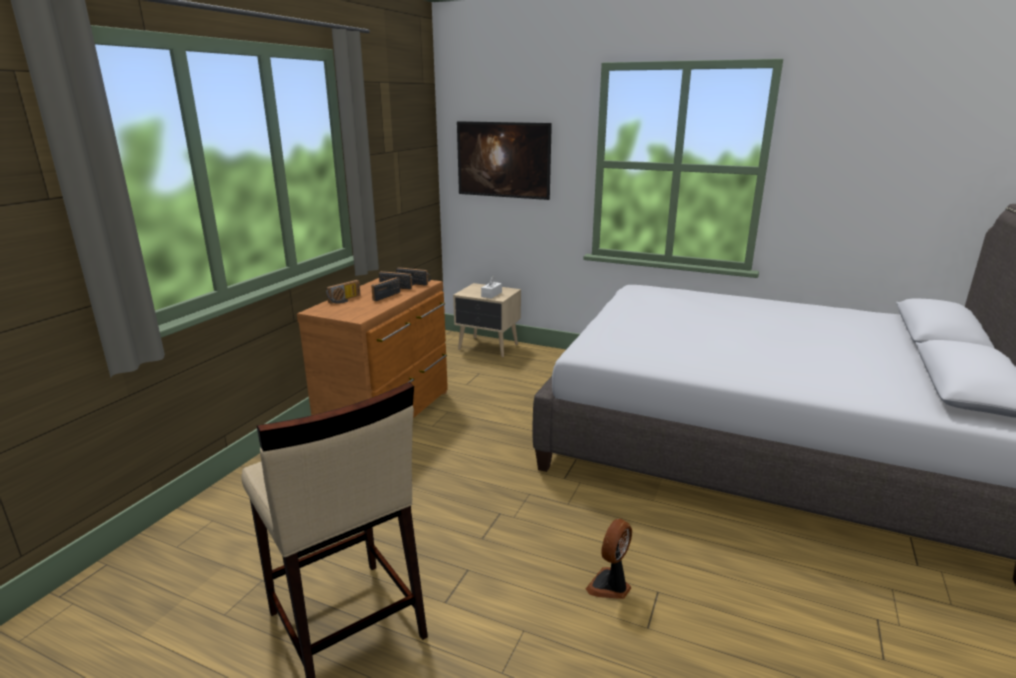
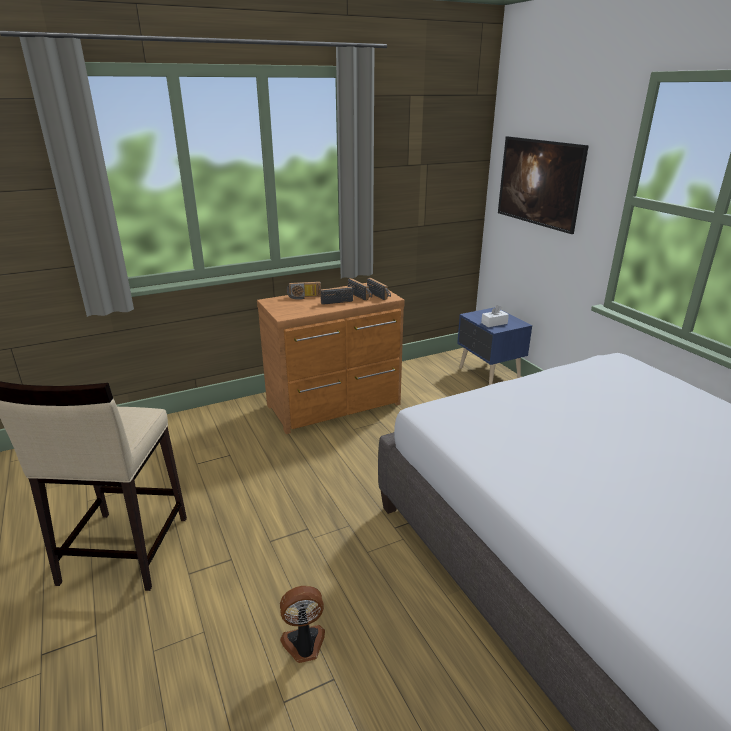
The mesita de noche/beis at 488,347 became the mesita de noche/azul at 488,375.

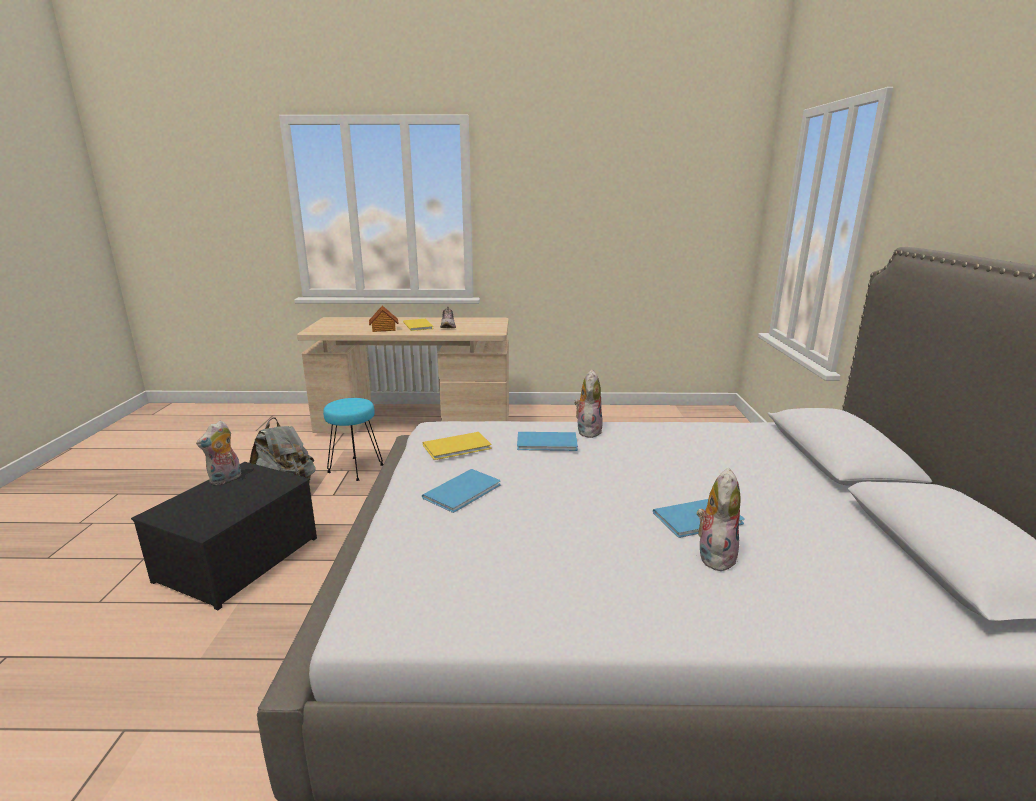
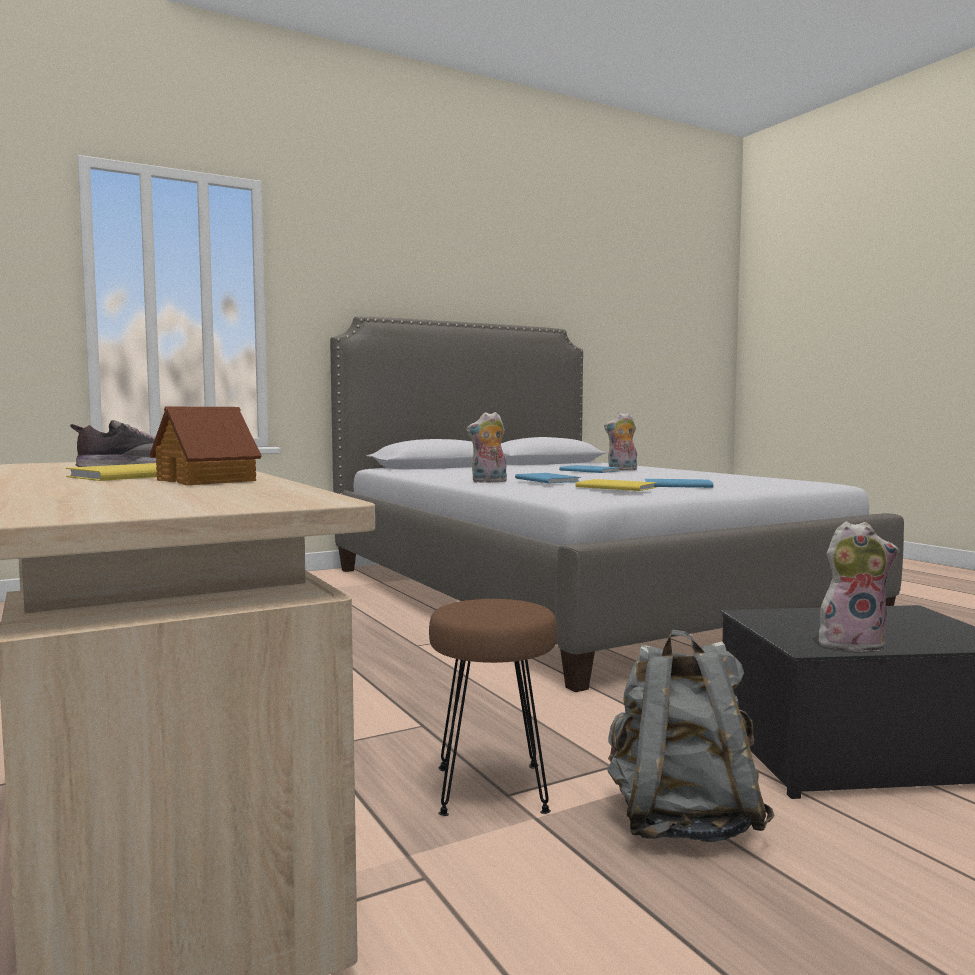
The taburete/turquesa at 355,469 became the taburete/marrón at 493,789.

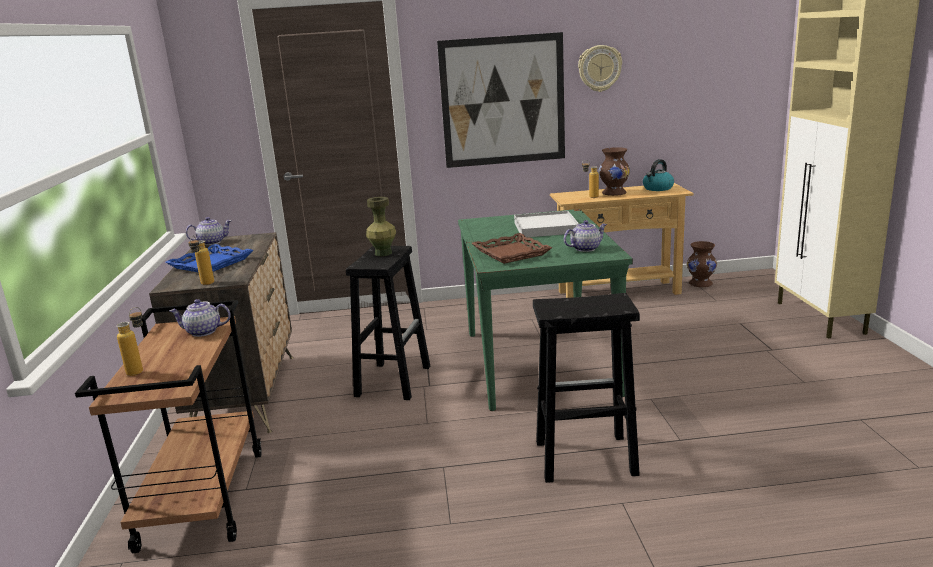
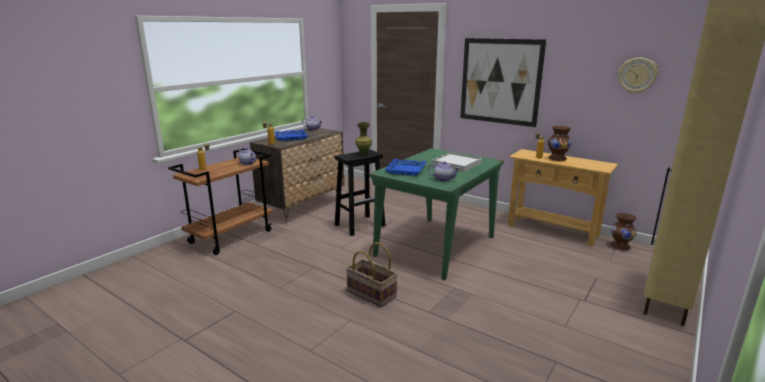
The hervidor at 657,188 disappeared.
The reloj de pared moved from 599,68 to 637,75.
The taburete/negro at 583,458 was replaced by the cesta at 370,294.
The bandeja/marrón at 512,253 became the bandeja/azul at 406,170.

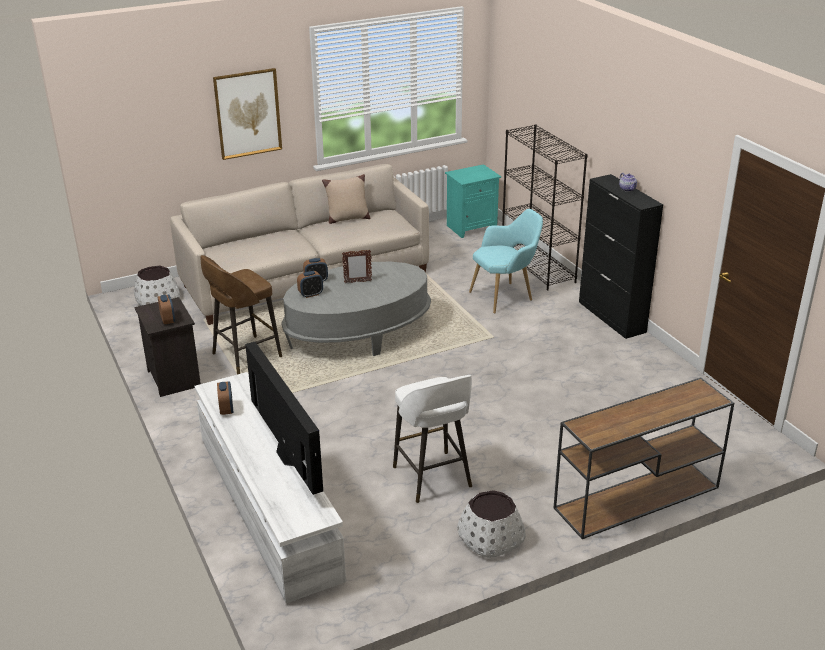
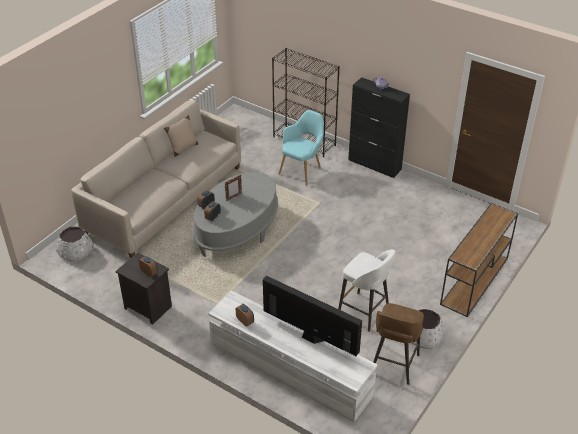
The cuadro at 248,113 disappeared.
The mesita de noche/turquesa at 471,227 disappeared.
The taburete/marrón moved from 245,356 to 393,365.

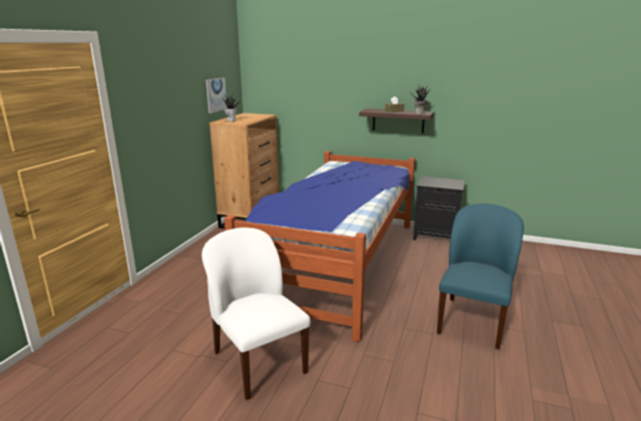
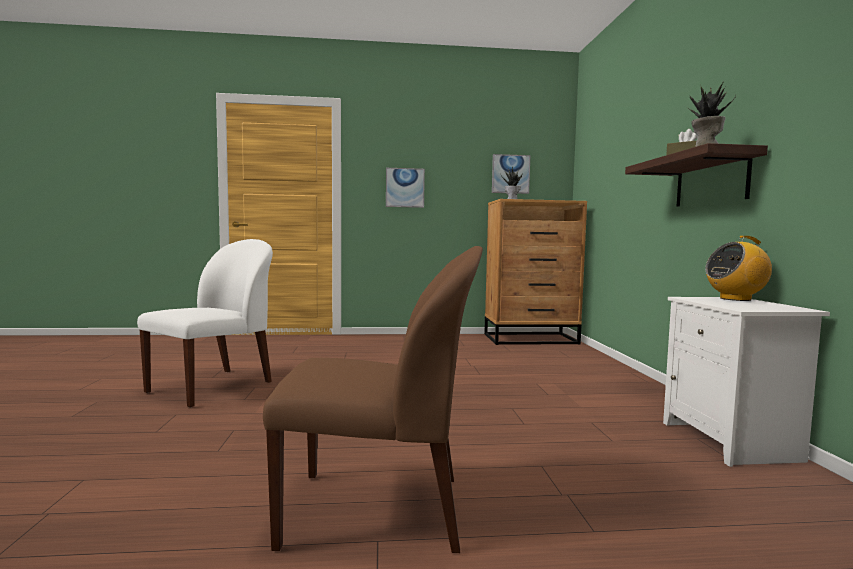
The cama at 336,262 disappeared.
The cuadro at 405,187 appeared.
The radio at 735,299 appeared.
The mesita de noche/negro at 436,236 became the mesita de noche/blanco at 732,442.
The silla/azul at 472,321 became the silla/marrón at 379,510.

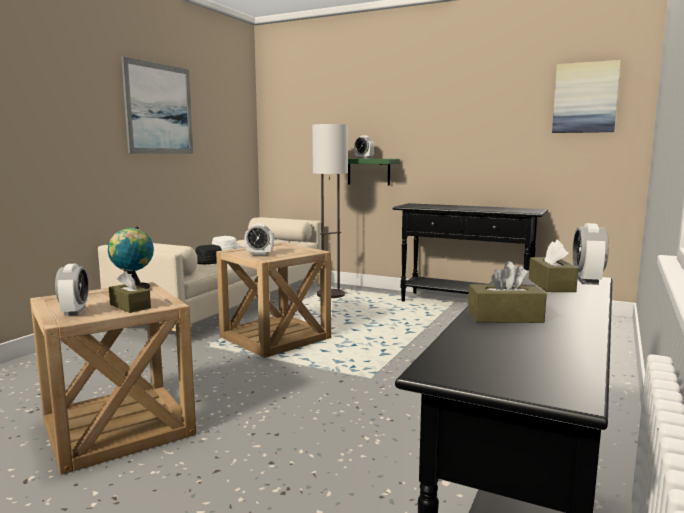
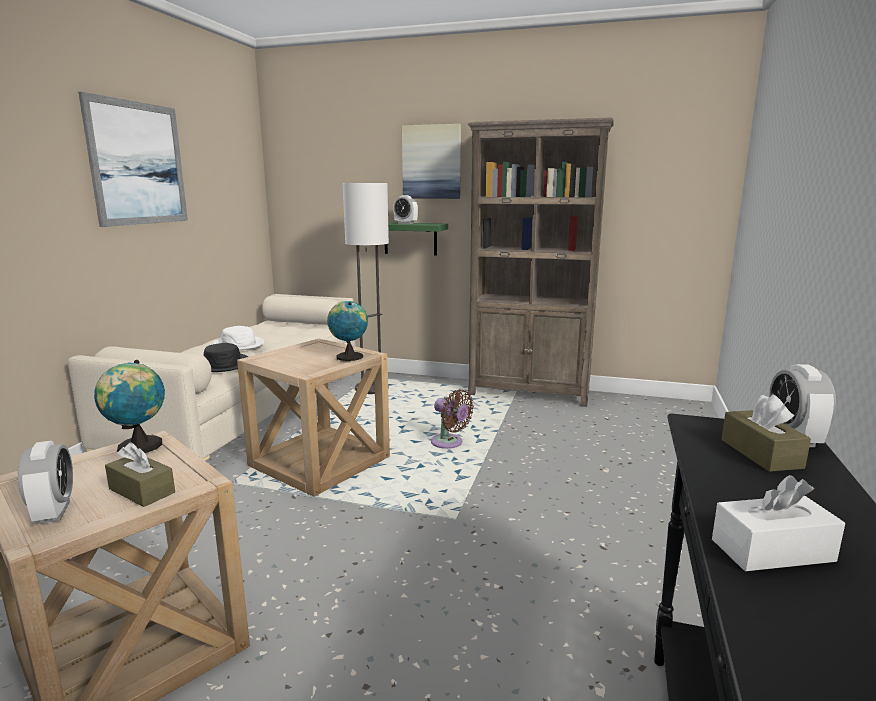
The despertador at 259,254 disappeared.
The globo terráqueo at 348,356 appeared.
The ventilador/marrón at 449,443 appeared.
The cuadro moved from 585,98 to 431,162.
The mesa consola/negro at 465,304 was replaced by the estantería/marrón at 530,393.
The caja de pañuelos/marrón at 504,317 became the caja de pañuelos/blanco at 772,550.

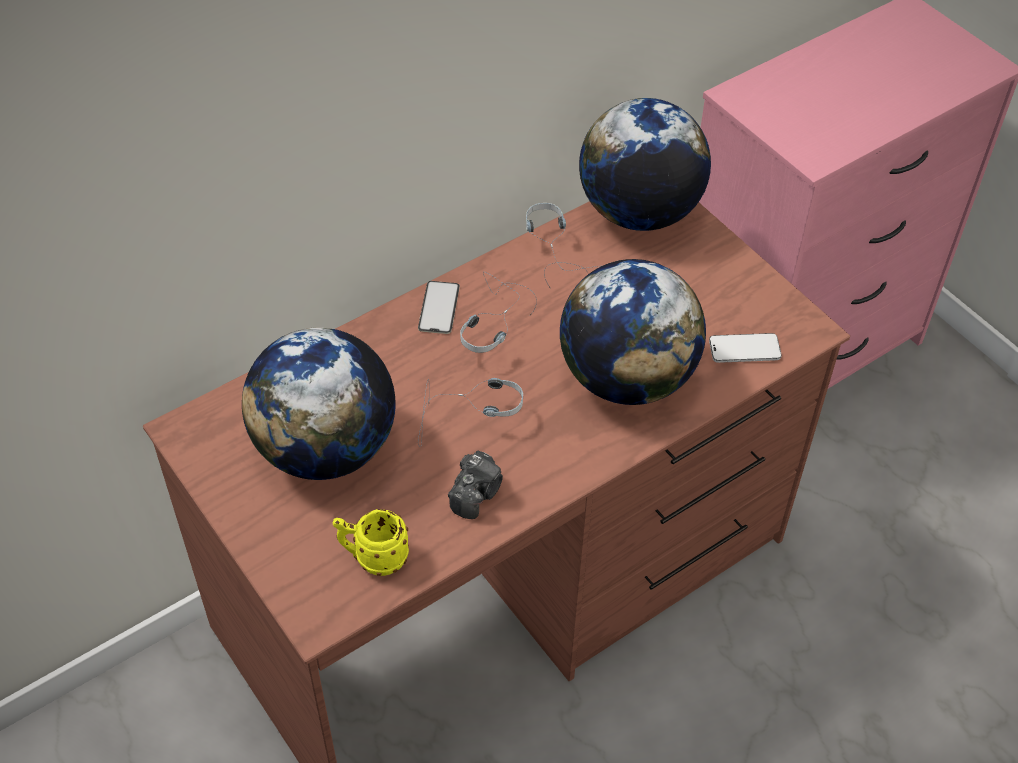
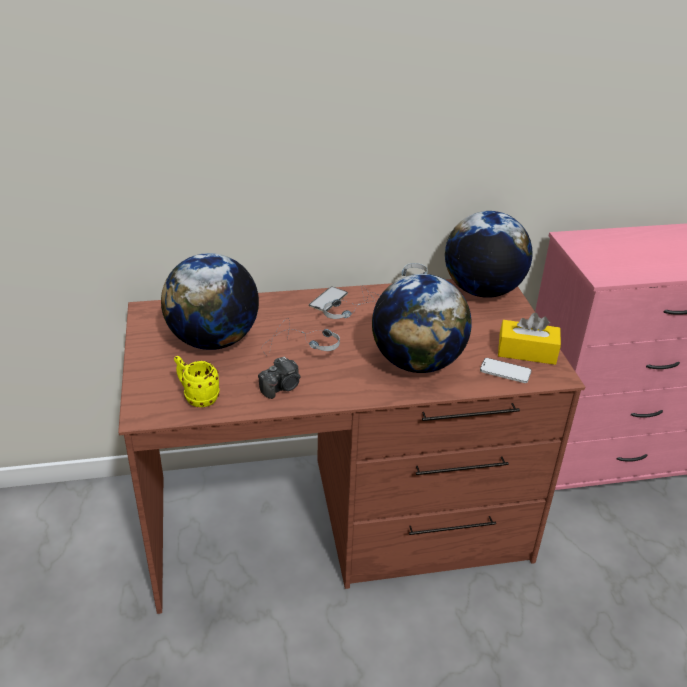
The caja de pañuelos/amarillo at 527,352 appeared.

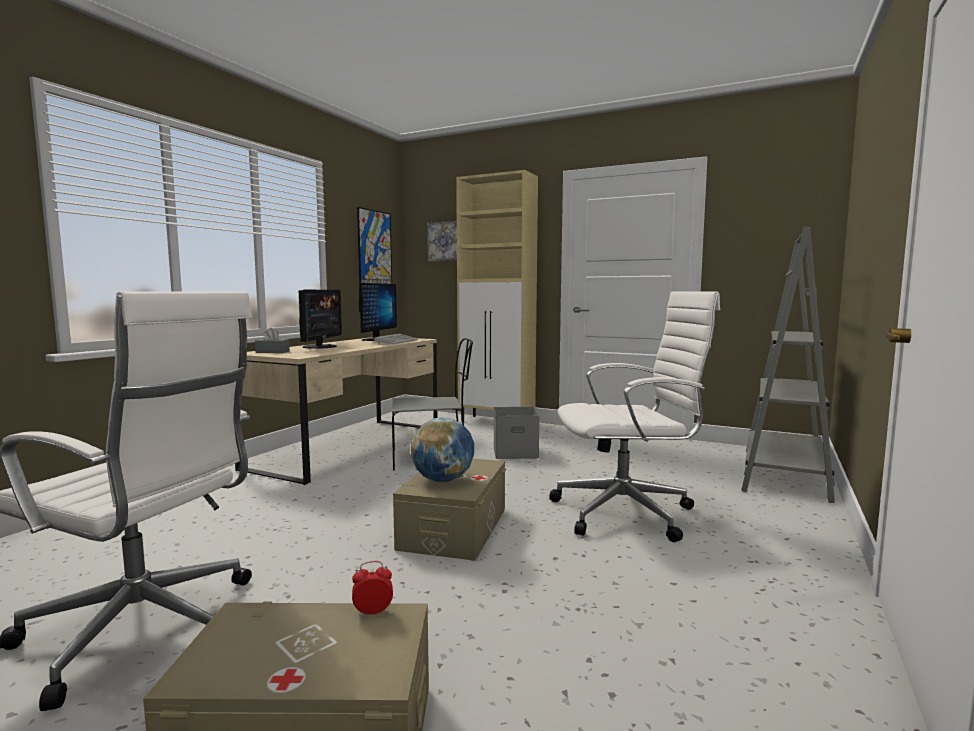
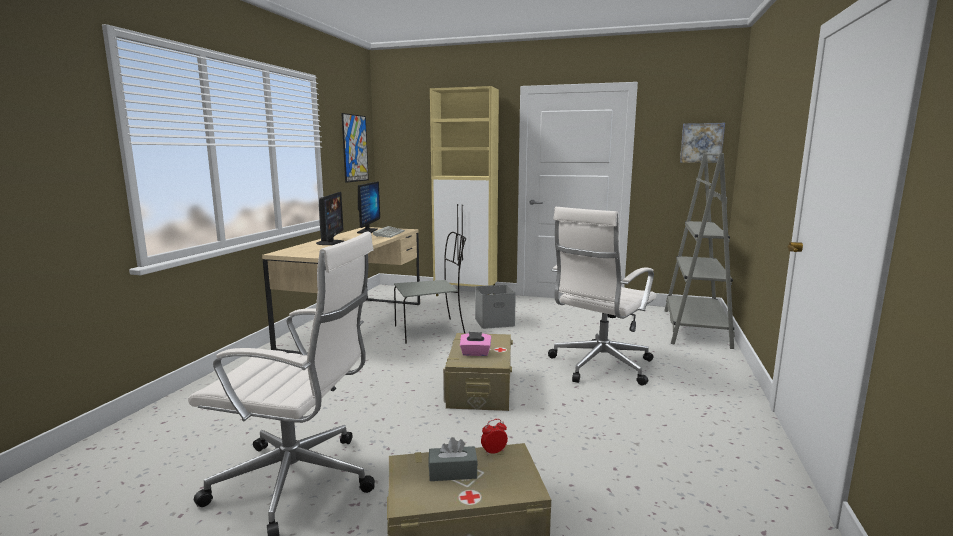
The caja de pañuelos/gris moved from 272,352 to 452,472.
The cuadro moved from 445,241 to 701,143.
The globo terráqueo at 443,480 was replaced by the caja de pañuelos/rosa at 475,353.
The silla de oficina/blanco at 627,513 turned 150 degrees clockwise.

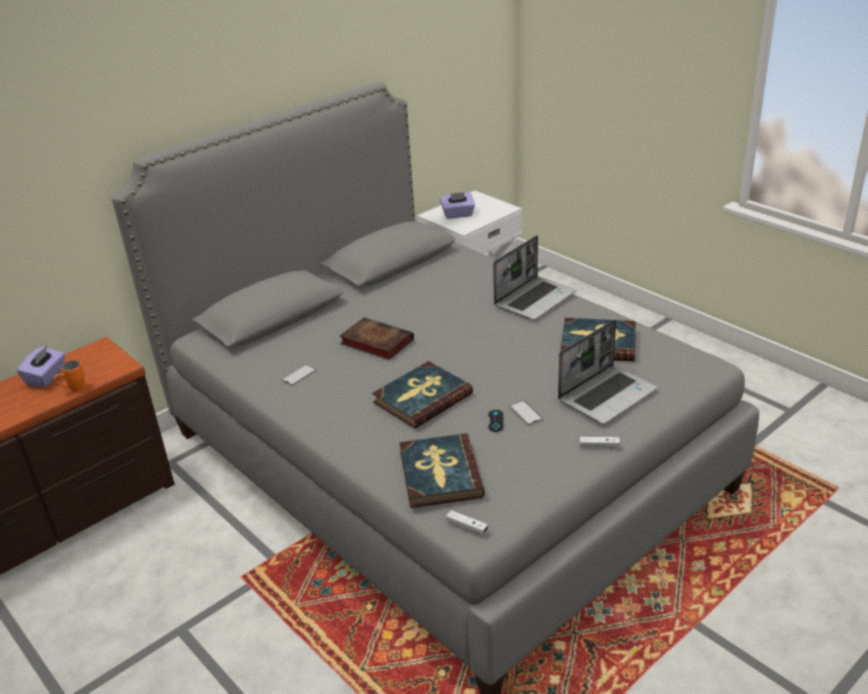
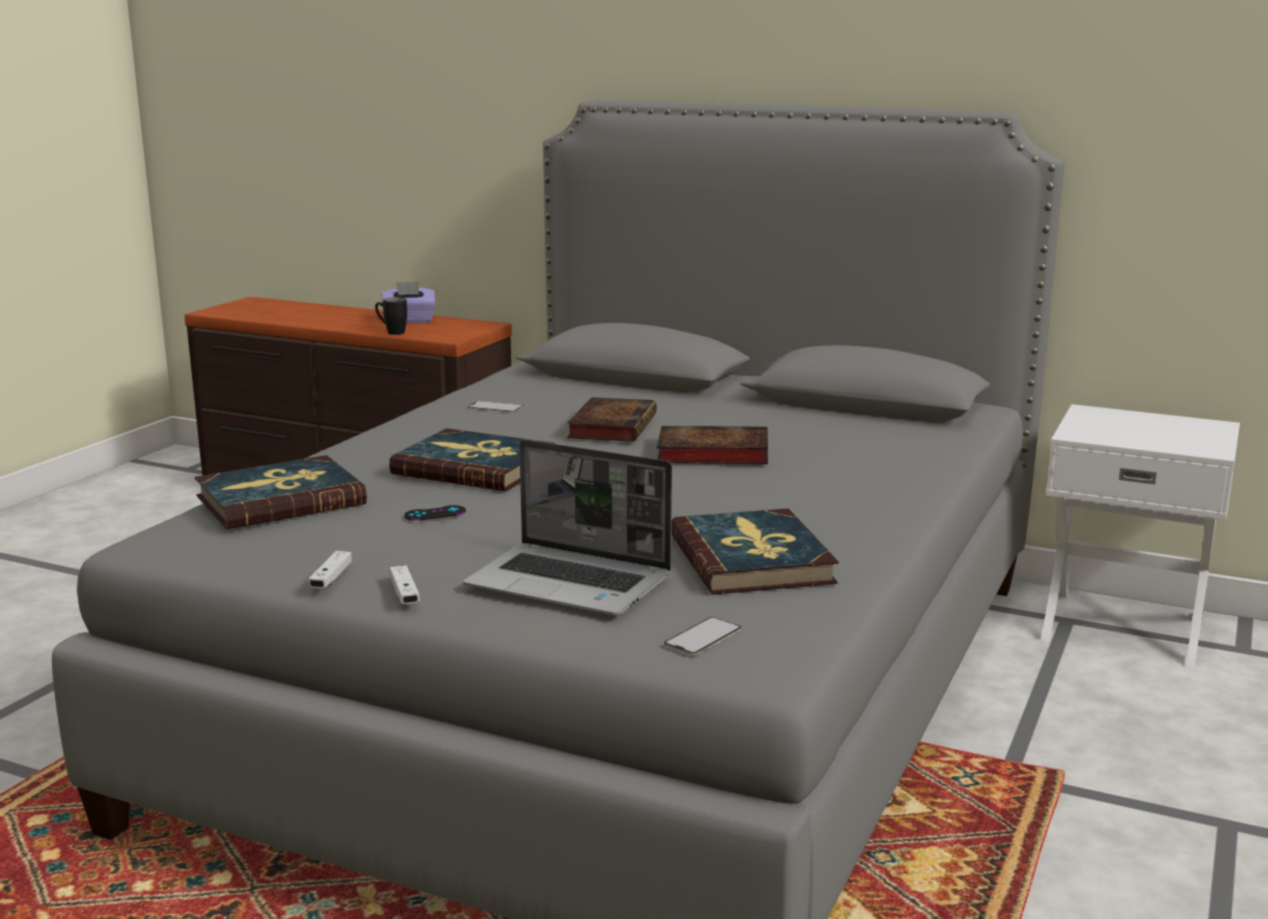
The caja de pañuelos/morado at 458,214 disappeared.
The portátil at 534,299 disappeared.
The libro at 710,453 appeared.
The mando de consola/blanco moved from 467,526 to 331,579.
The móvil moved from 525,413 to 702,637.
The taza grande/naranja at 73,390 became the taza grande/negro at 391,332.

